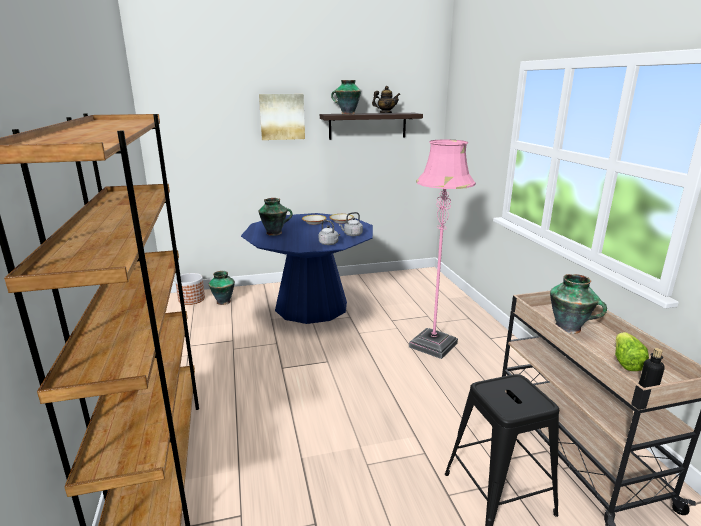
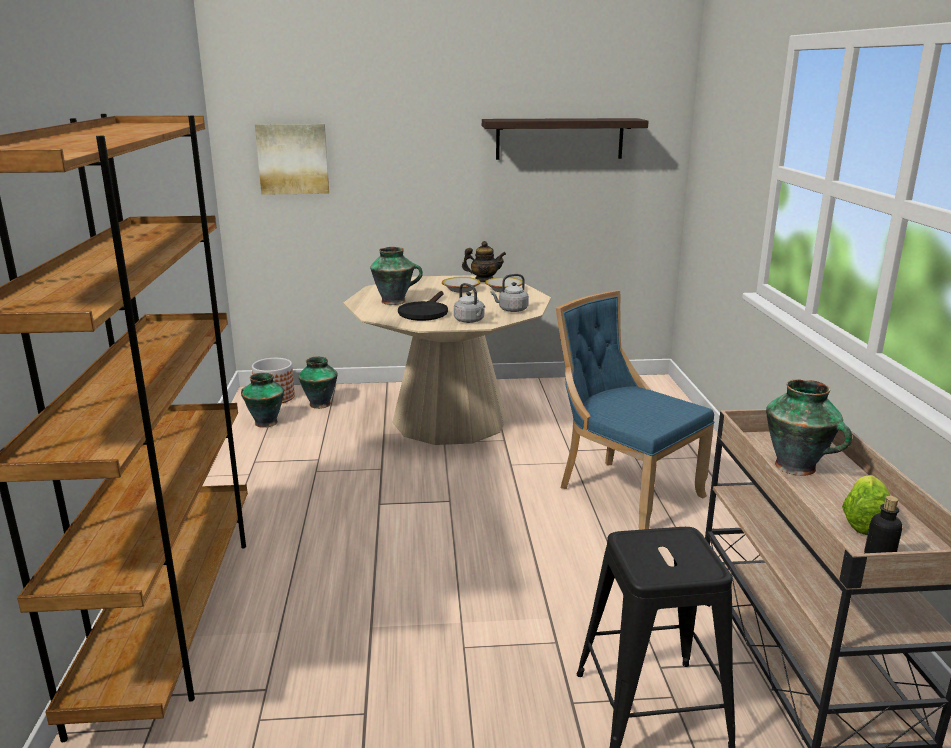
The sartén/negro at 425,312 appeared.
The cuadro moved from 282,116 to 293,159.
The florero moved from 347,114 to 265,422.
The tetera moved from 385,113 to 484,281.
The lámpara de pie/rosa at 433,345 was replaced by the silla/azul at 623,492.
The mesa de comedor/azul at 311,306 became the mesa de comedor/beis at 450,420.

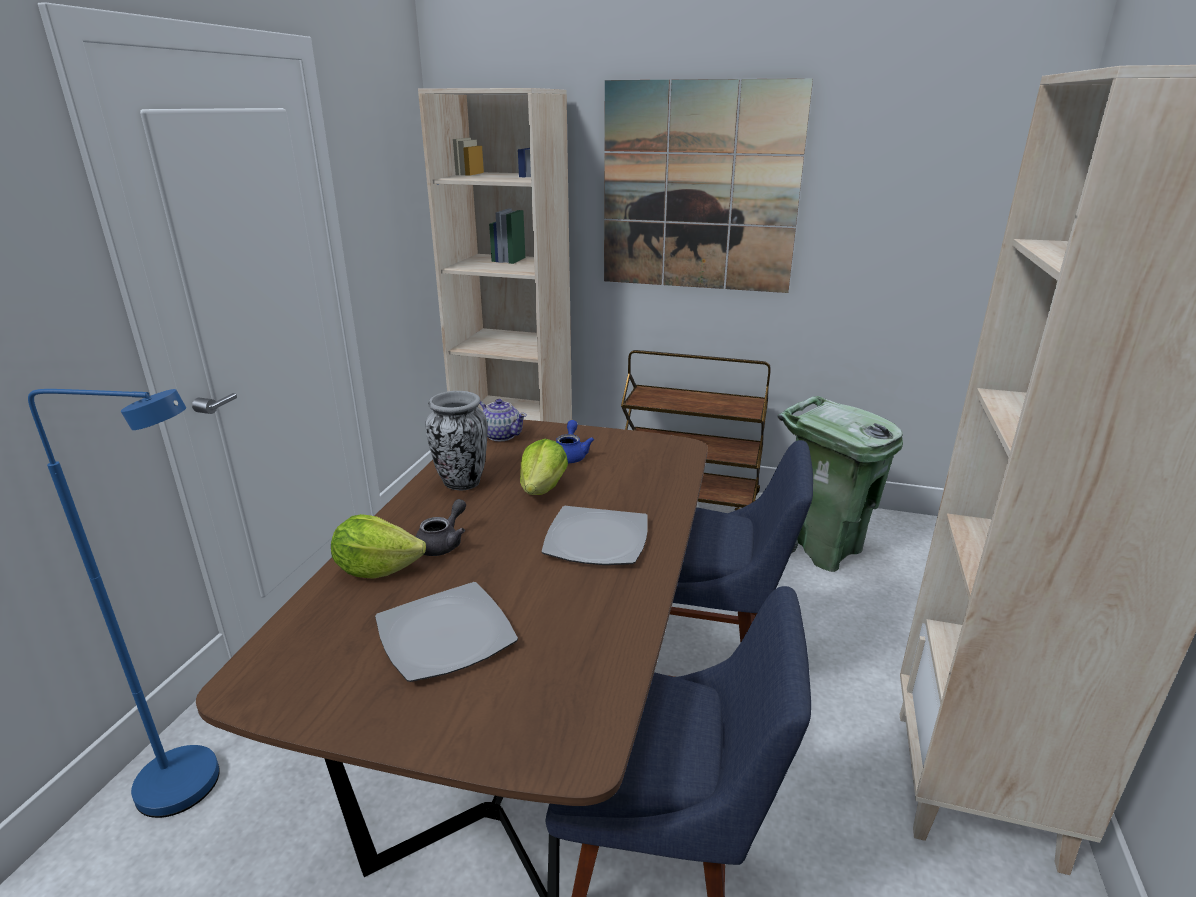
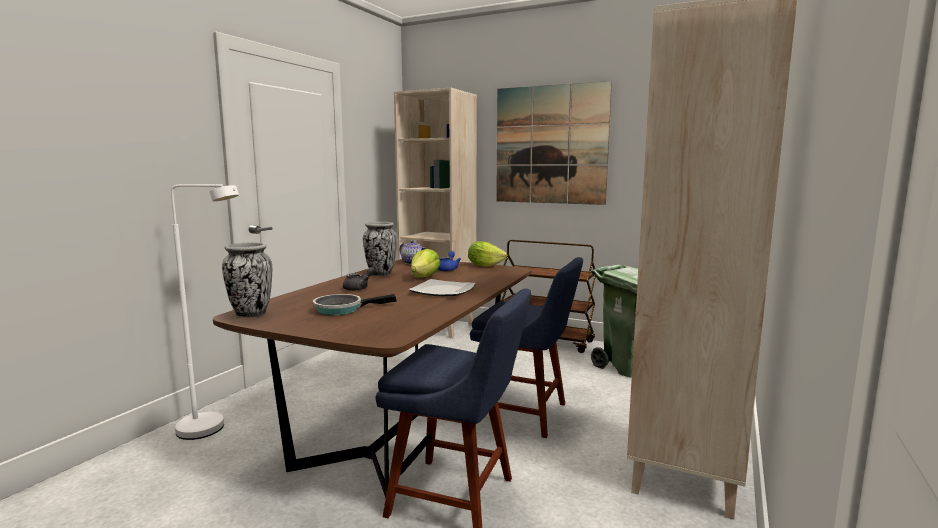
The florero at 251,314 appeared.
The lechuga moved from 377,569 to 485,266.
The plato at 444,635 was replaced by the sartén at 342,309.
The lámpara de pie/azul at 200,784 became the lámpara de pie/blanco at 212,429.

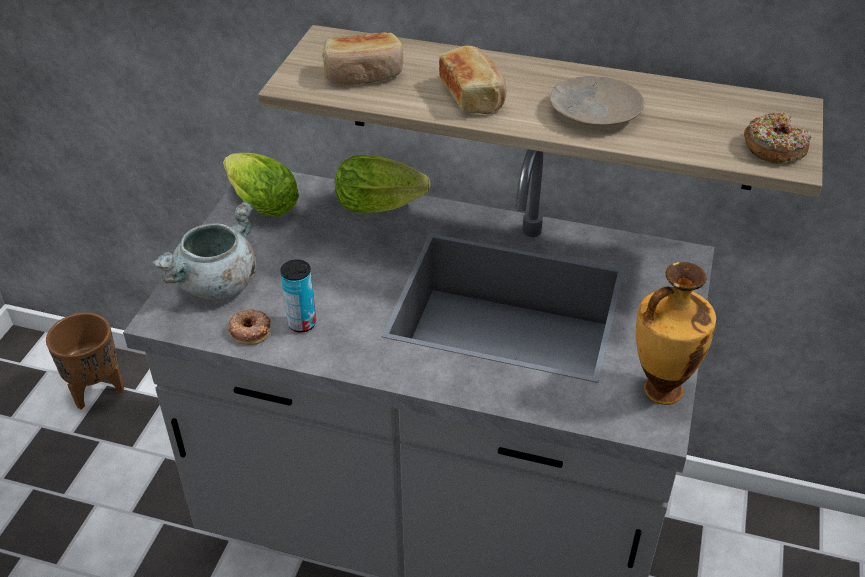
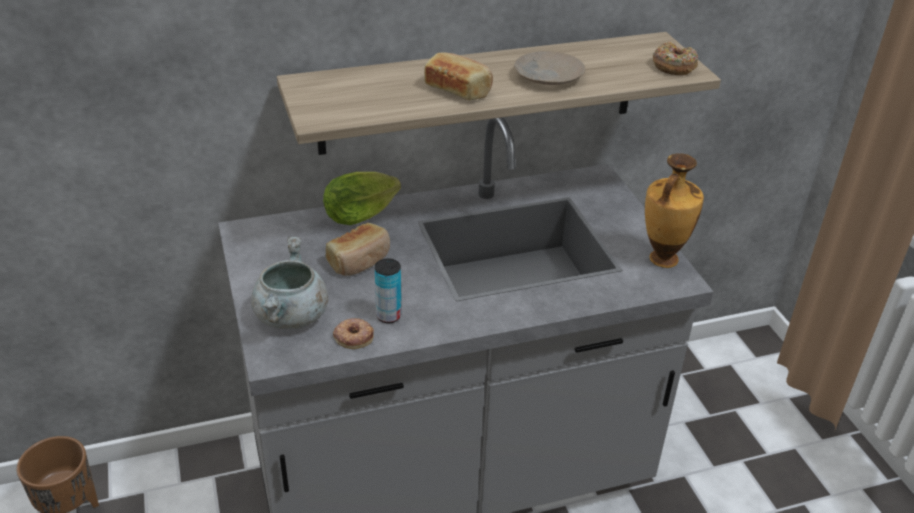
The lechuga at 259,203 disappeared.
The pan moved from 363,74 to 359,261.

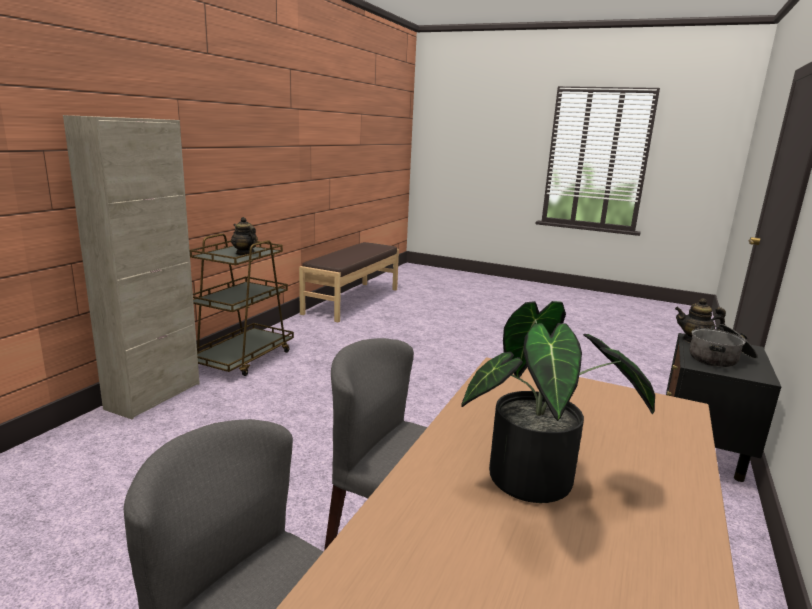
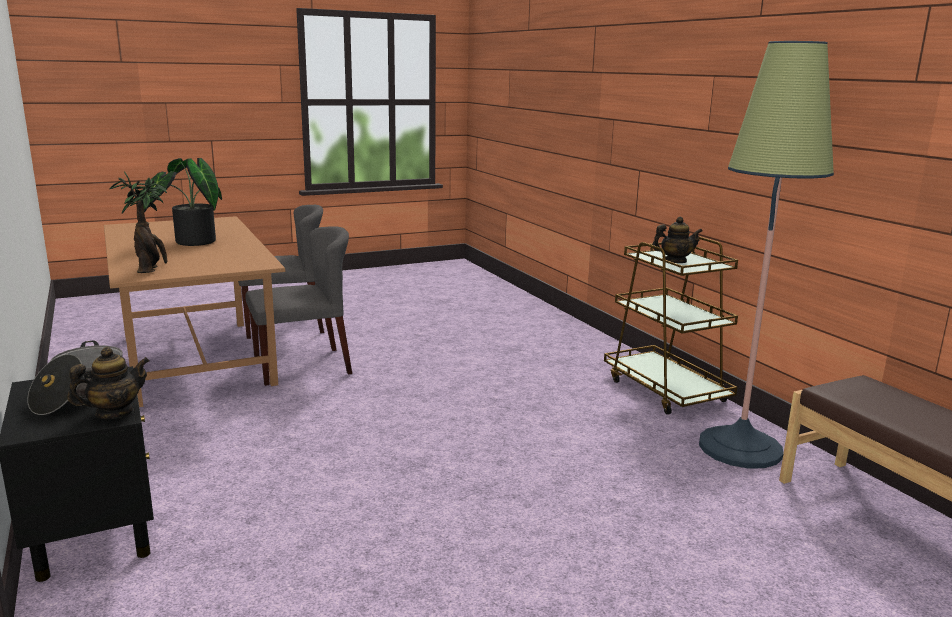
The armario/beis at 154,396 disappeared.
The planta en maceta at 150,269 appeared.
The lámpara de pie at 740,448 appeared.

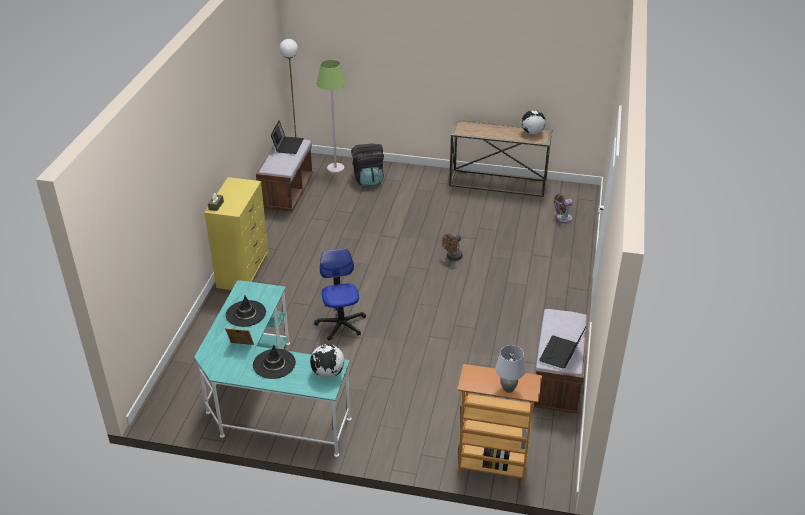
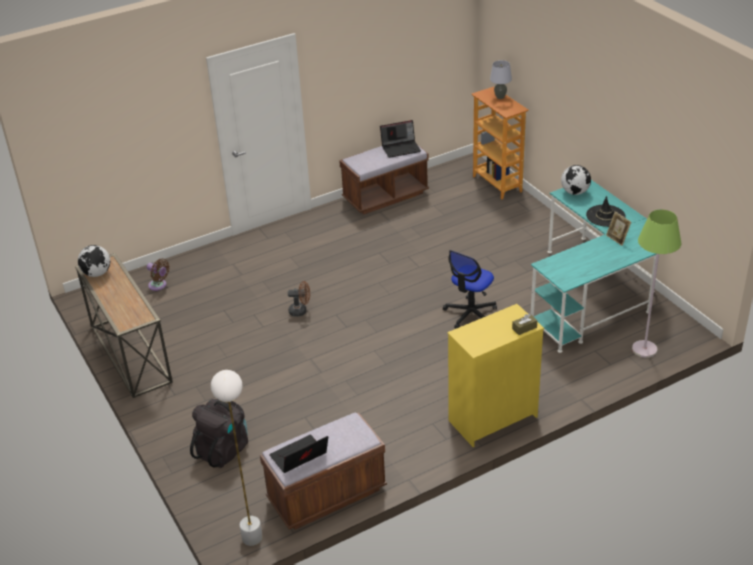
The sombrero/negro at 246,313 disappeared.
The lámpara de pie/verde moved from 335,168 to 644,349.

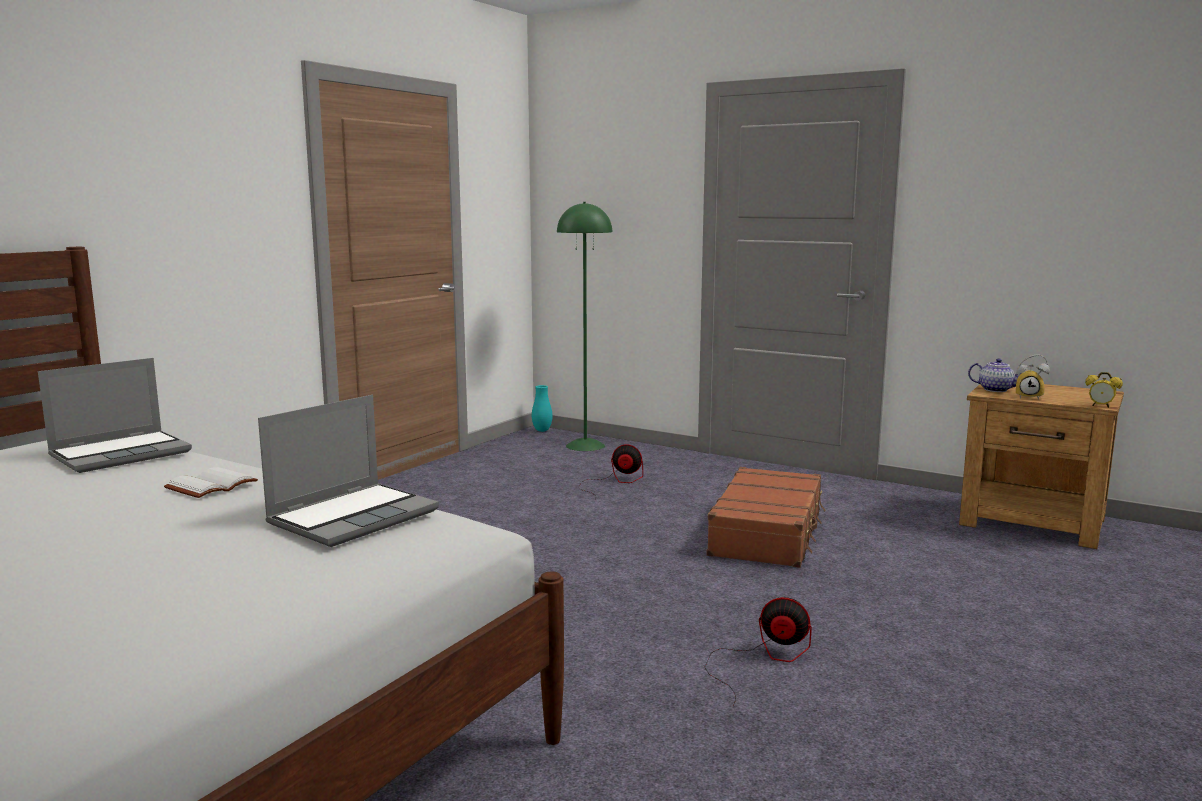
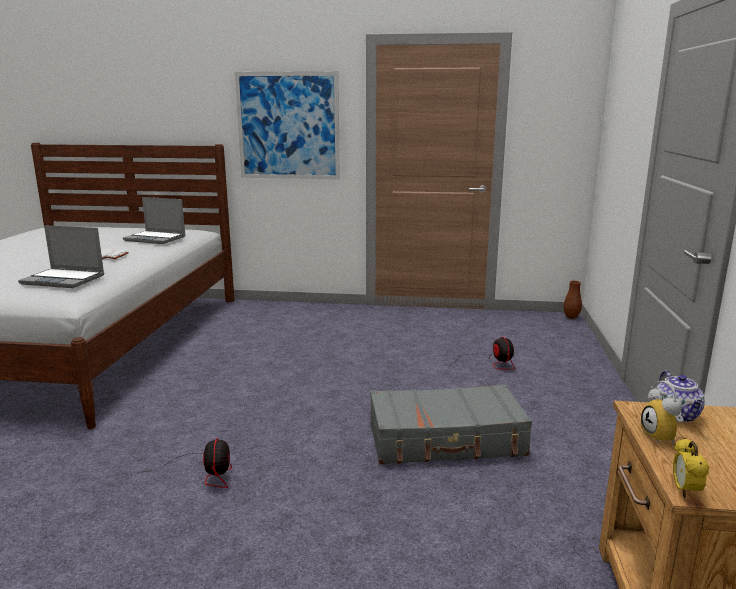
The lámpara de pie/verde at 585,445 disappeared.
The cuadro at 288,126 appeared.
The florero/turquesa at 542,430 became the florero/marrón at 571,317.
The maleta/marrón at 768,533 became the maleta/gris at 446,440.

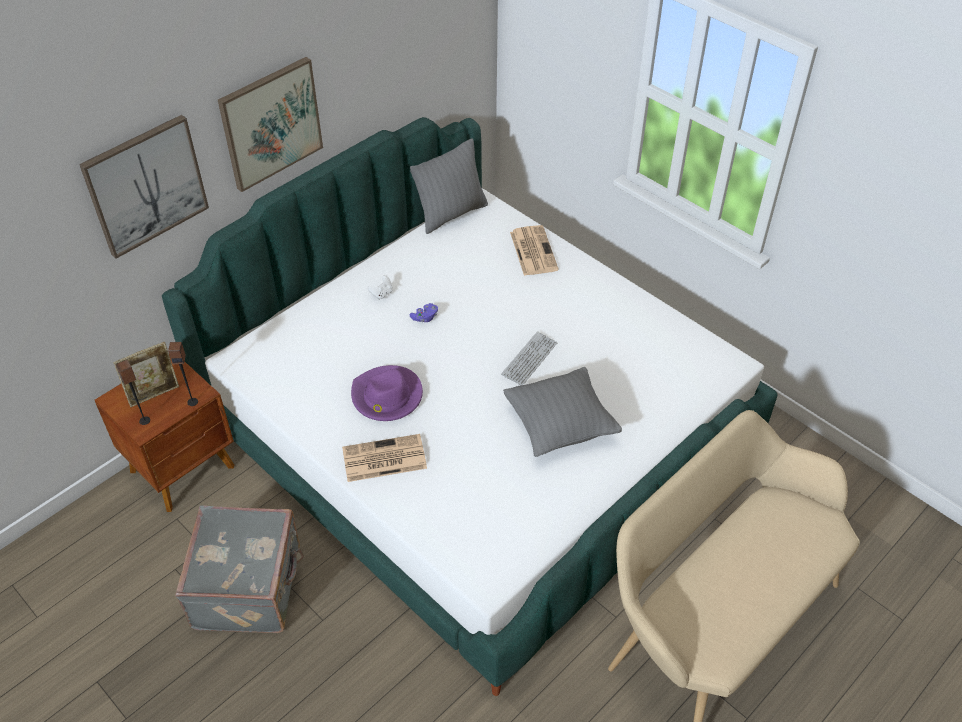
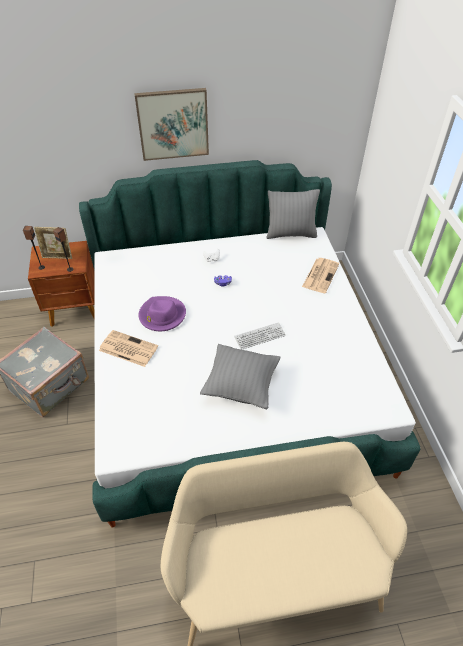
The cuadro at 145,185 disappeared.

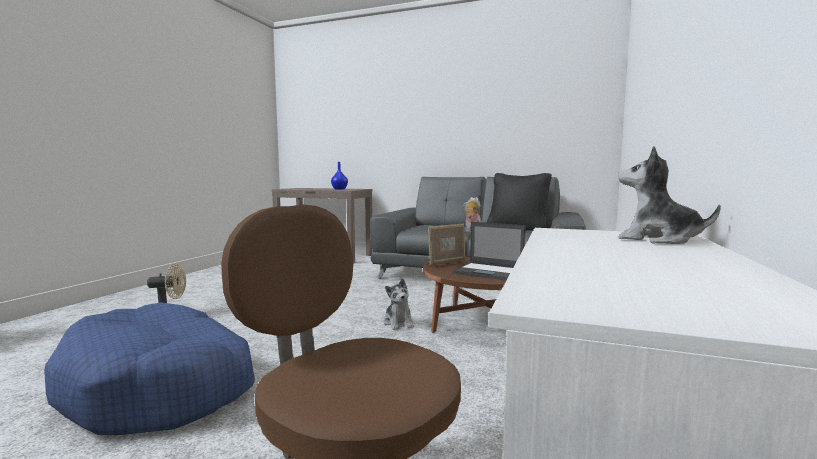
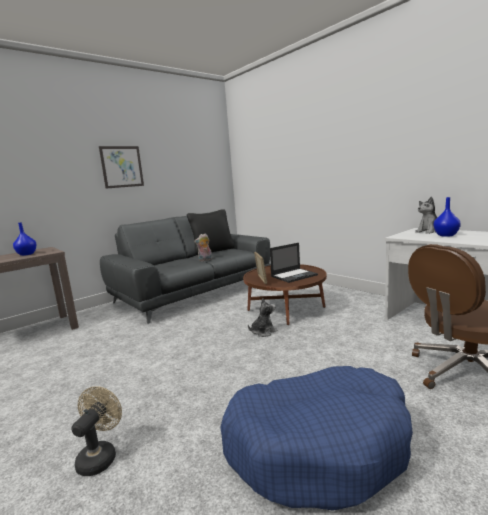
The cuadro at 122,167 appeared.
The florero/azul at 446,235 appeared.
The peluche at 398,323 turned 45 degrees counterclockwise.

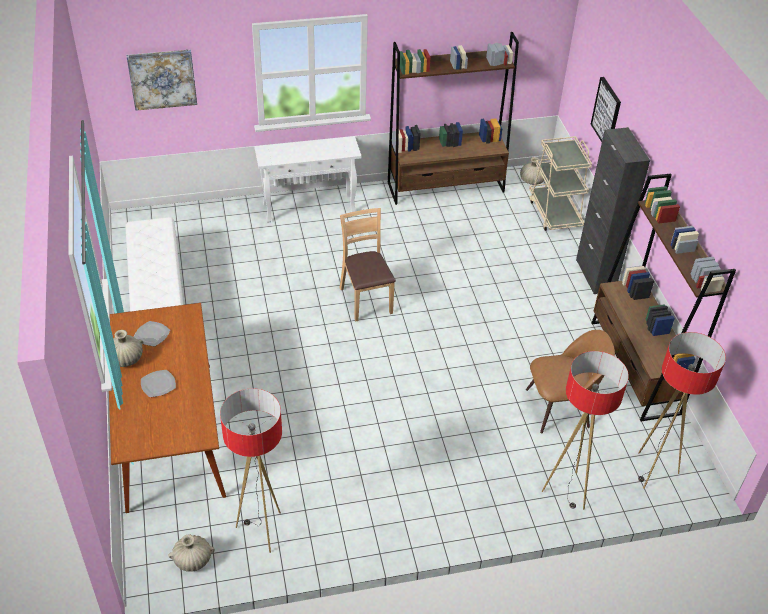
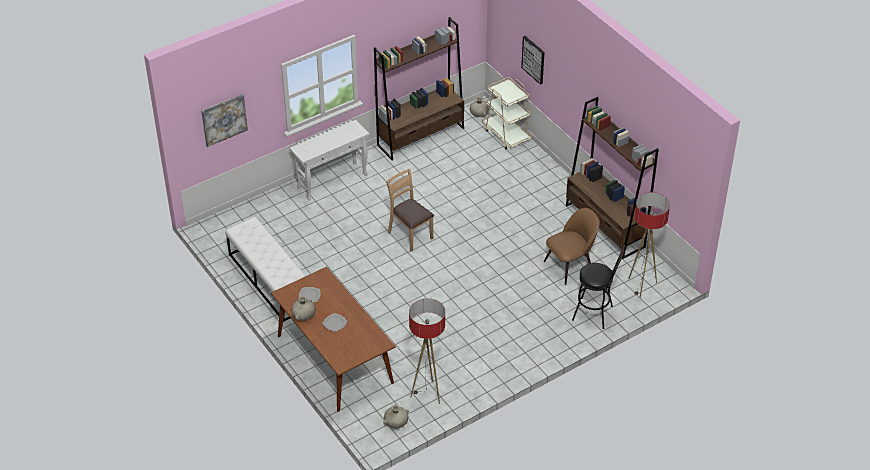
The armario/negro at 595,275 disappeared.
The lámpara de pie at 567,491 was replaced by the taburete/negro at 596,314.

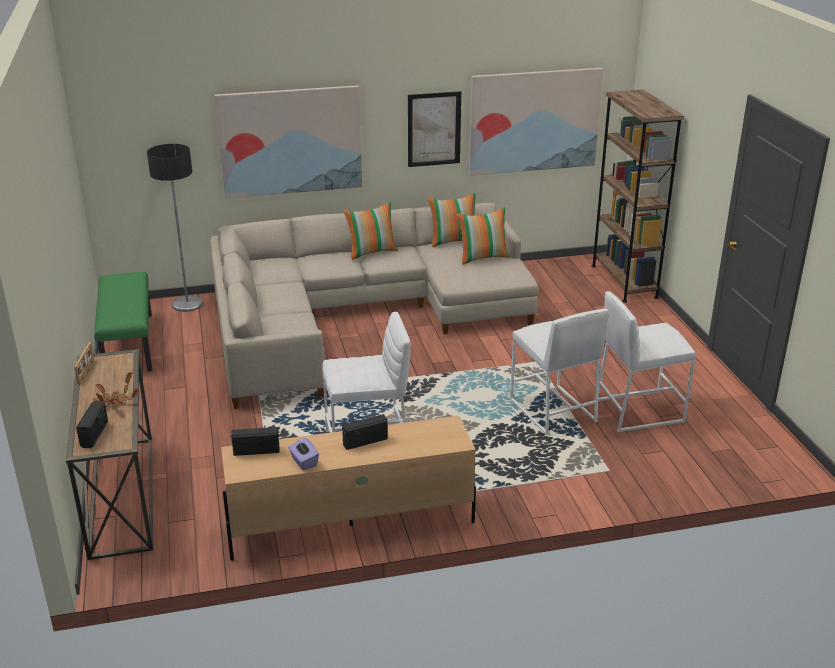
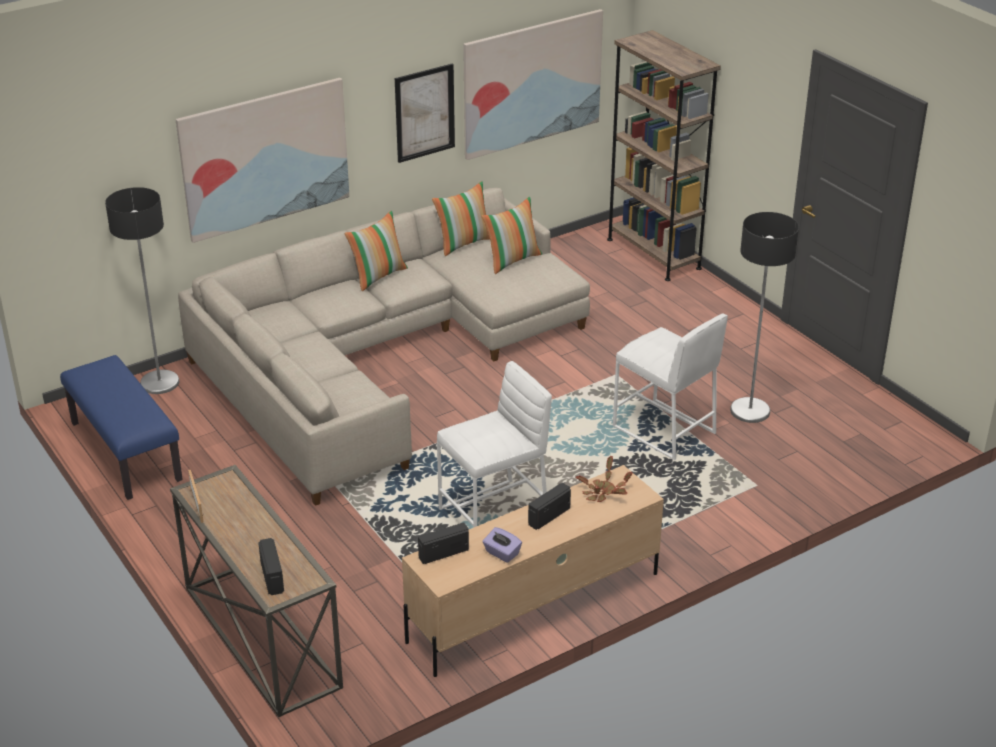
The planta en maceta moved from 113,402 to 602,492.
The taburete/blanco at 637,410 was replaced by the lámpara de pie at 749,411.
The banco/verde at 128,344 became the banco/azul at 124,451.

